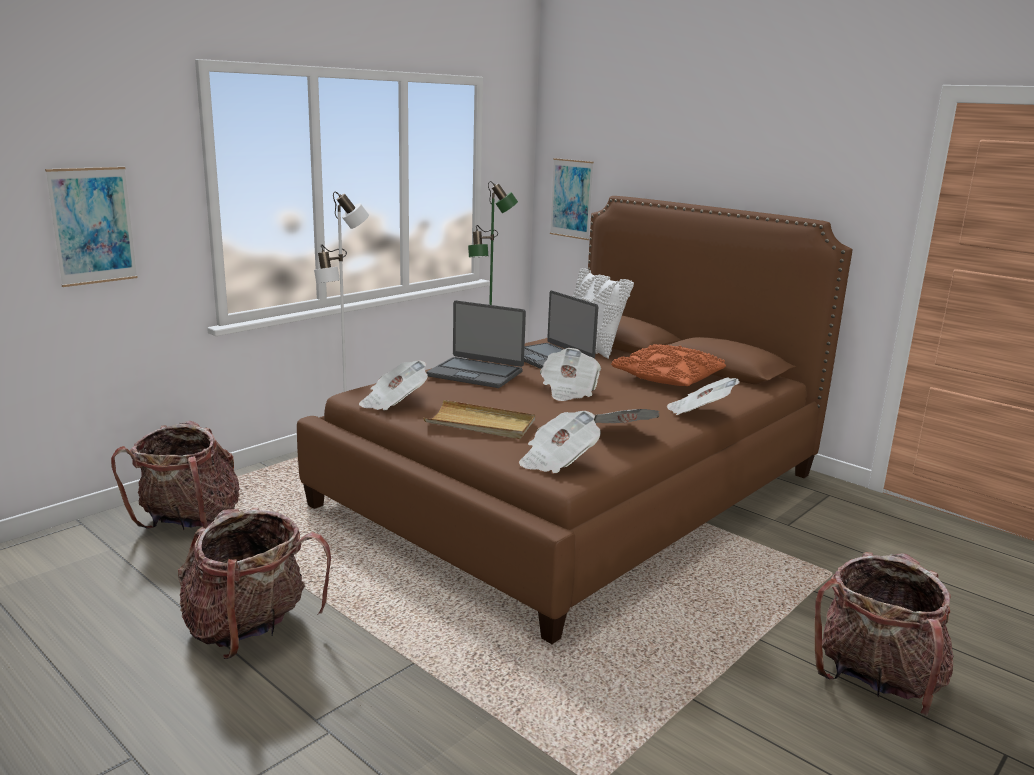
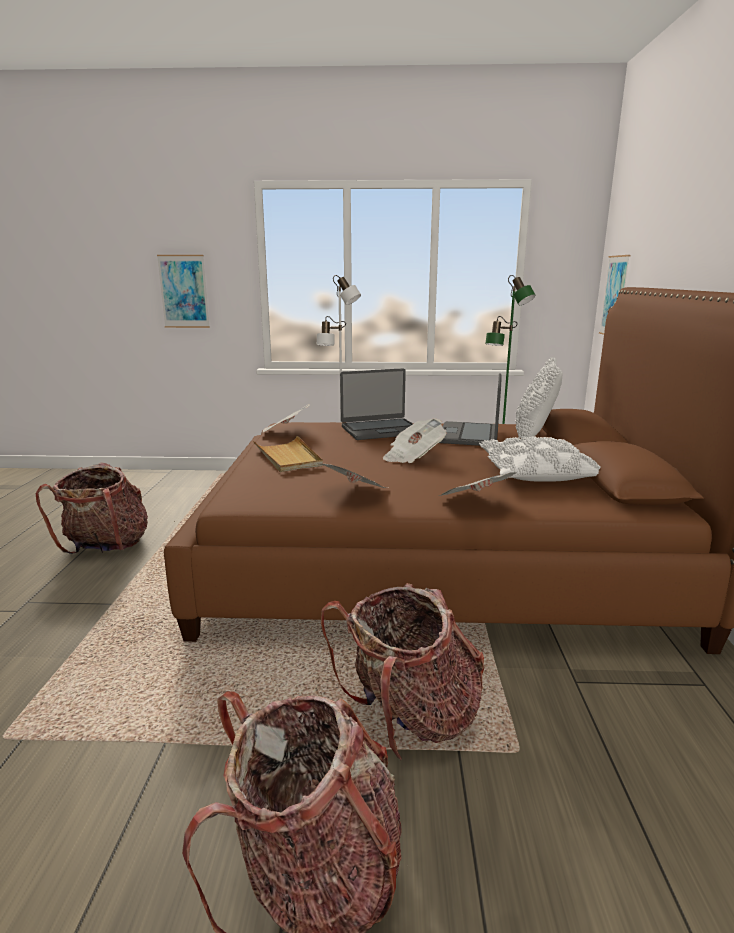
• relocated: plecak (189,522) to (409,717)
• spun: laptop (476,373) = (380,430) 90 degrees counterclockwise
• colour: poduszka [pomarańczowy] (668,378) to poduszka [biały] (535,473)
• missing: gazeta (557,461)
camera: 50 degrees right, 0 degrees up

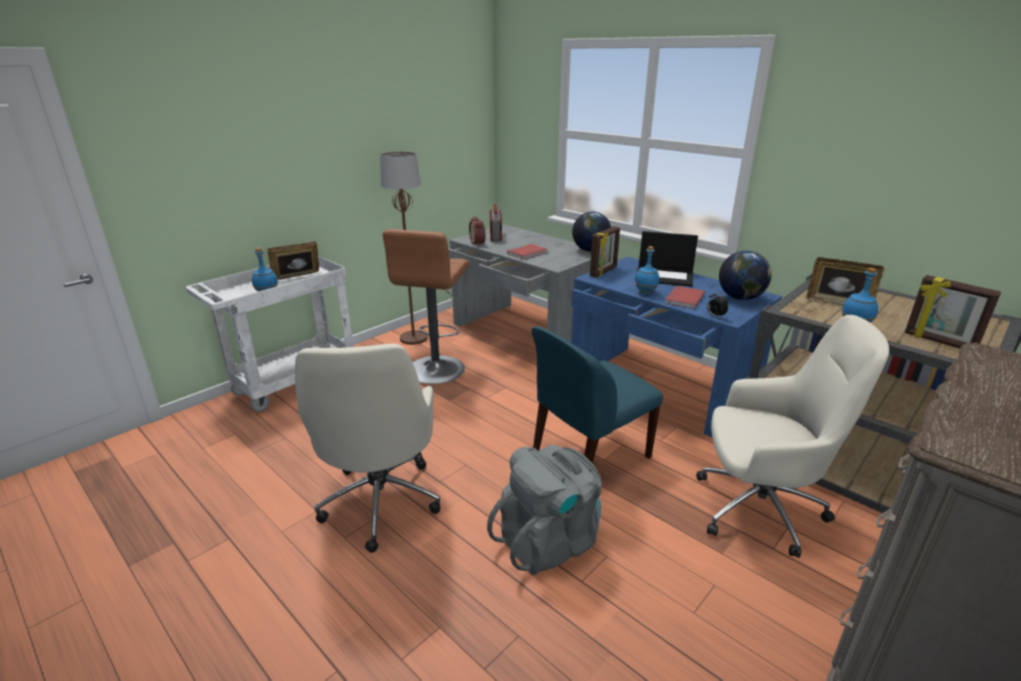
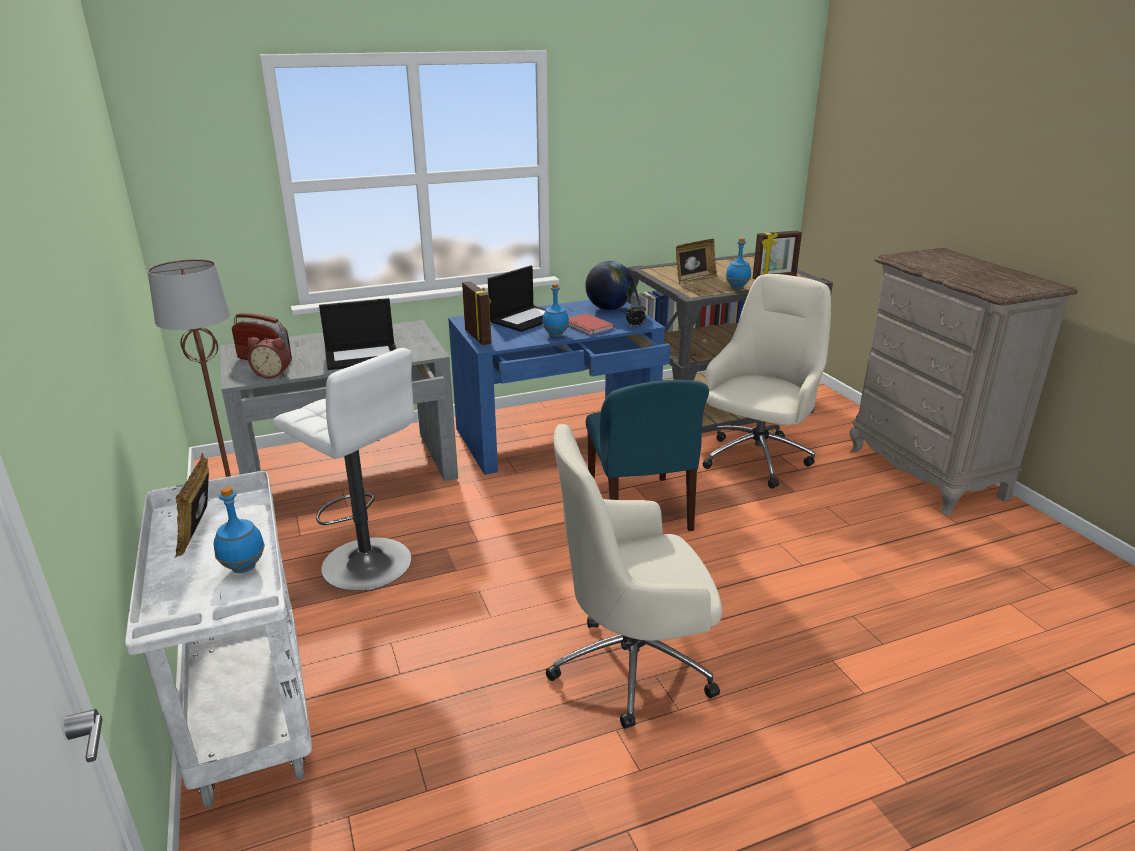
• colour: stołek [brązowy] (435,370) to stołek [biały] (366,564)
• exchanged: książka [czerwony] (528,253) to laptop (363,356)
• spun: krzesło biurowe [beżowy] (381,502) = (631,668) 150 degrees clockwise
• missing: plecak [szary] (549,541)
• missing: globus (590,250)
camera: 65 degrees left, 0 degrees up

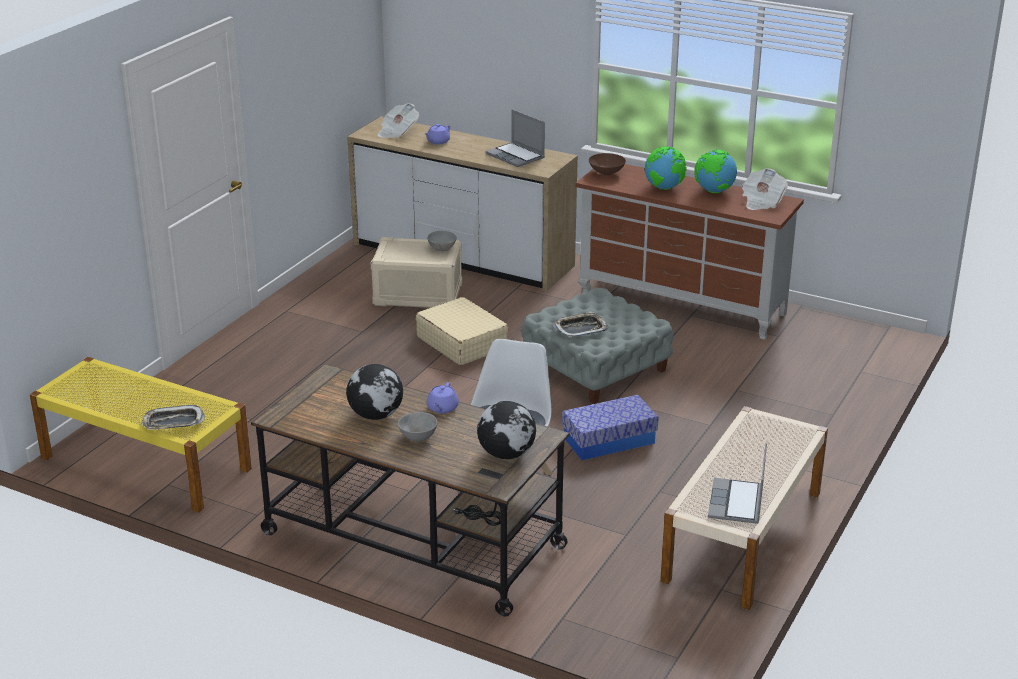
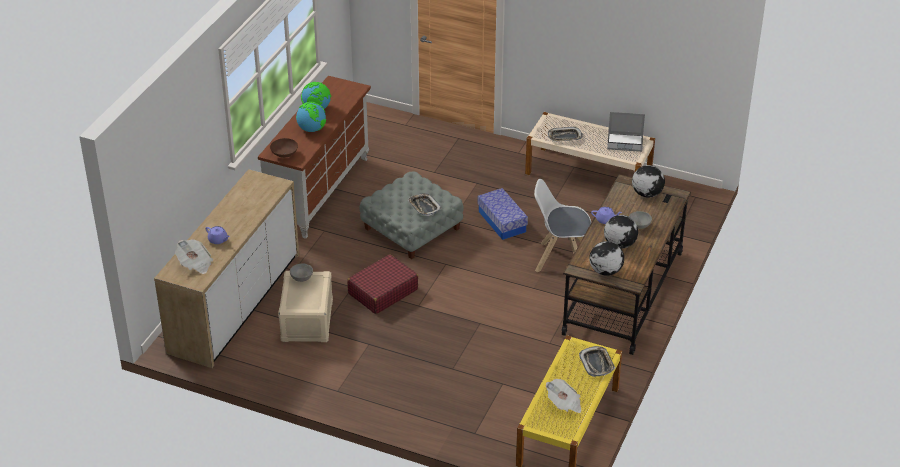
• colour: walizka [beżowy] (462,342) to walizka [czerwony] (382,291)
• relocated: gazeta (762,202) to (564,404)
• appeared: taca (564,137)
• appeared: globus (605,271)
• missing: laptop (516,156)
camera: 95 degrees left, 10 degrees up

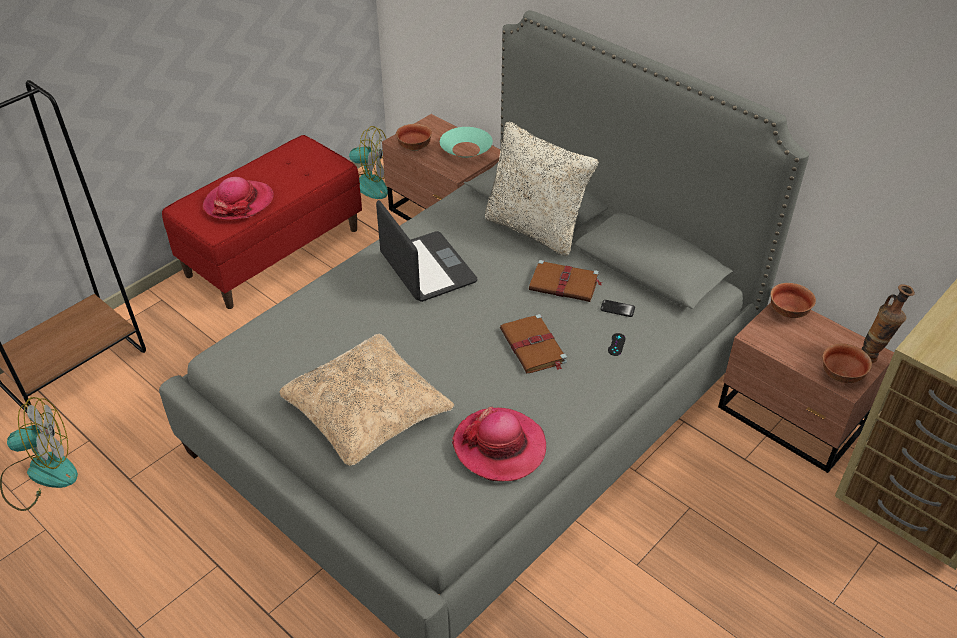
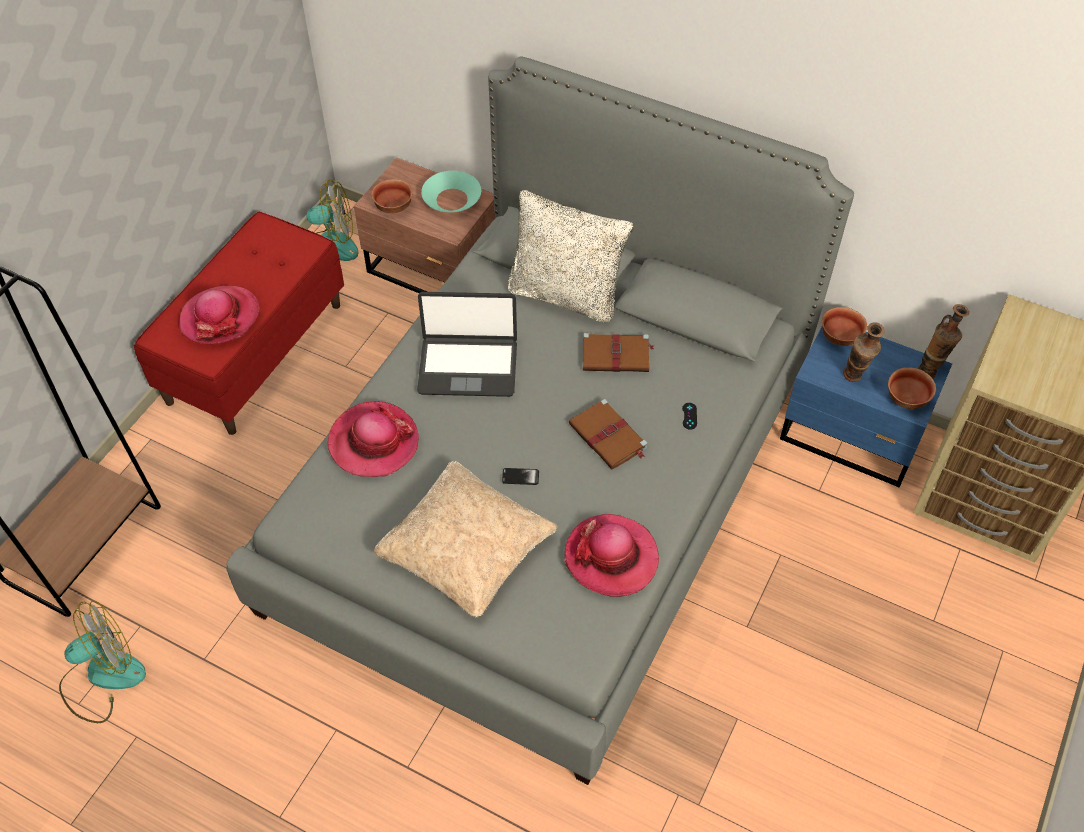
• appeared: kapelusz (373,442)
• spun: laptop (426,268) = (468,366) 135 degrees clockwise
• relocated: telefon (617,309) to (520,477)
• colour: szafka nocna [brązowy] (792,419) to szafka nocna [niebieski] (853,436)
• appeared: wazon (854,380)
camera: 15 degrees left, 10 degrees up

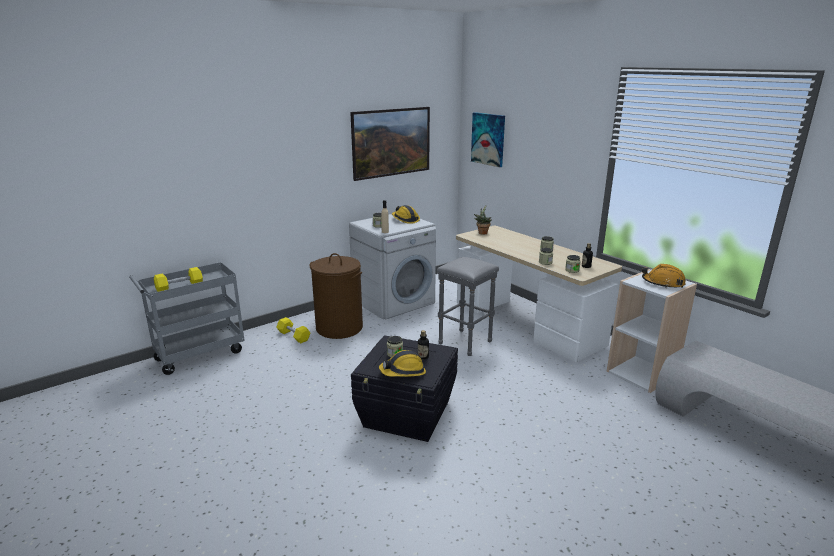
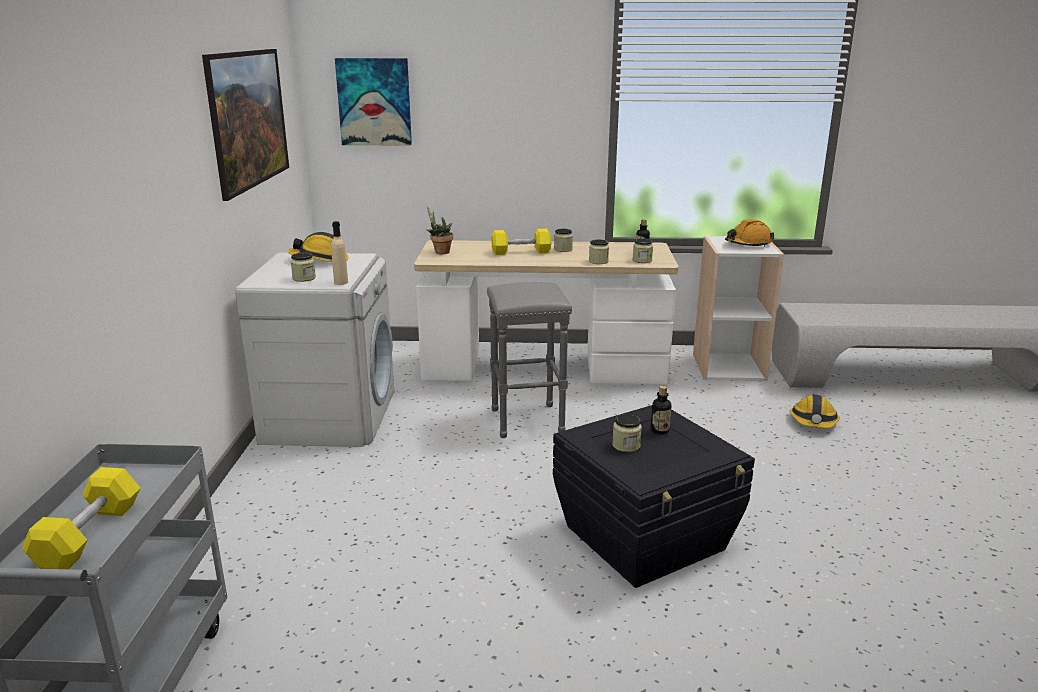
• relocated: hantel [żółty] (293,336) to (521,252)
• relocated: kask (403,372) to (813,422)
• missing: kosz na pranie [brązowy] (339,328)
camera: 50 degrees left, 0 degrees up

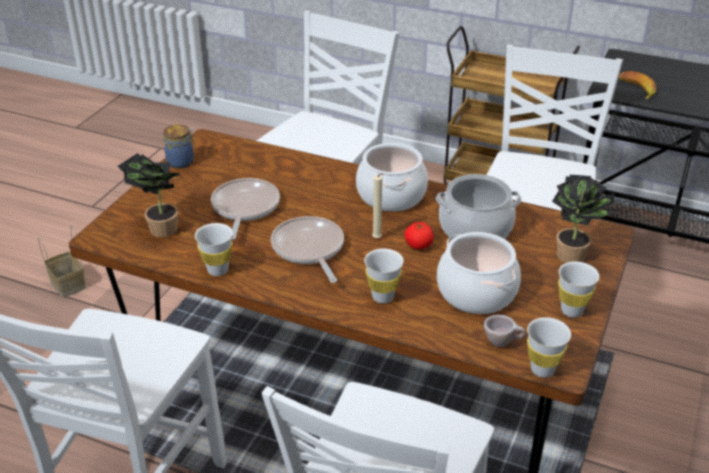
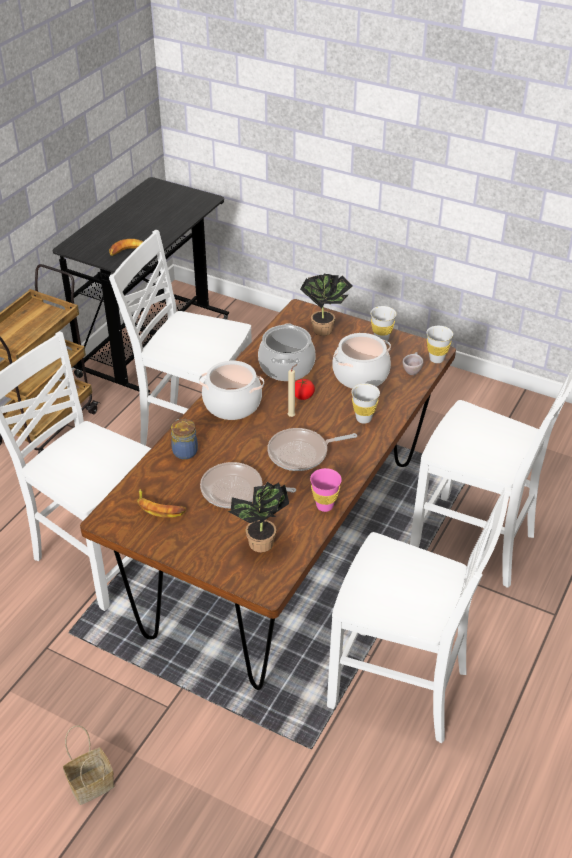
• appeared: banan (160,507)
• relocated: słoik (181,162) to (184,451)
• colour: filiżanka [biały] (217,270) to filiżanka [różowy] (324,506)
camera: 85 degrees left, 5 degrees up

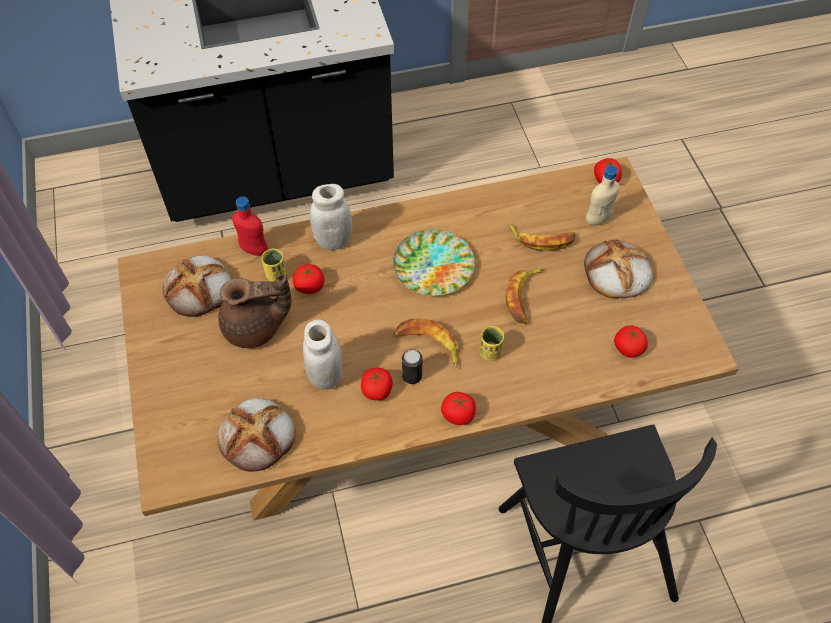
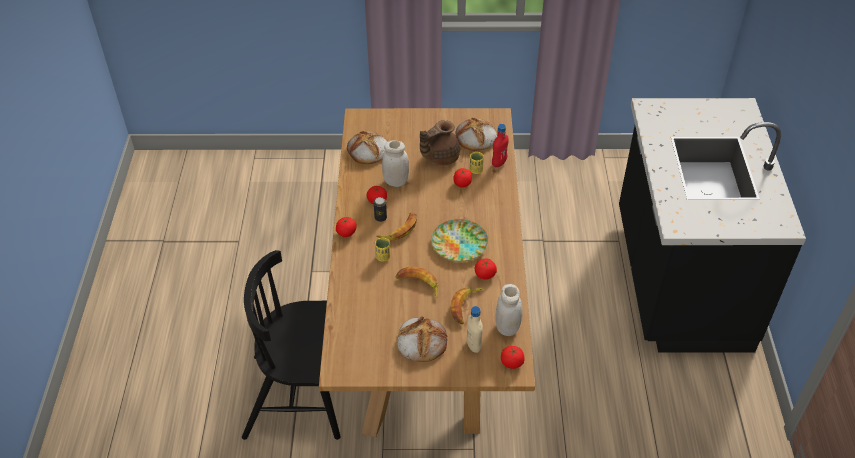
• spun: imbryk [brązowy] (255,328) = (439,157) 45 degrees clockwise
• relocated: pomidor (628,348) to (485,275)
• relocated: słoik [biały] (333,240) to (507,327)
camera: 105 degrees right, 10 degrees down

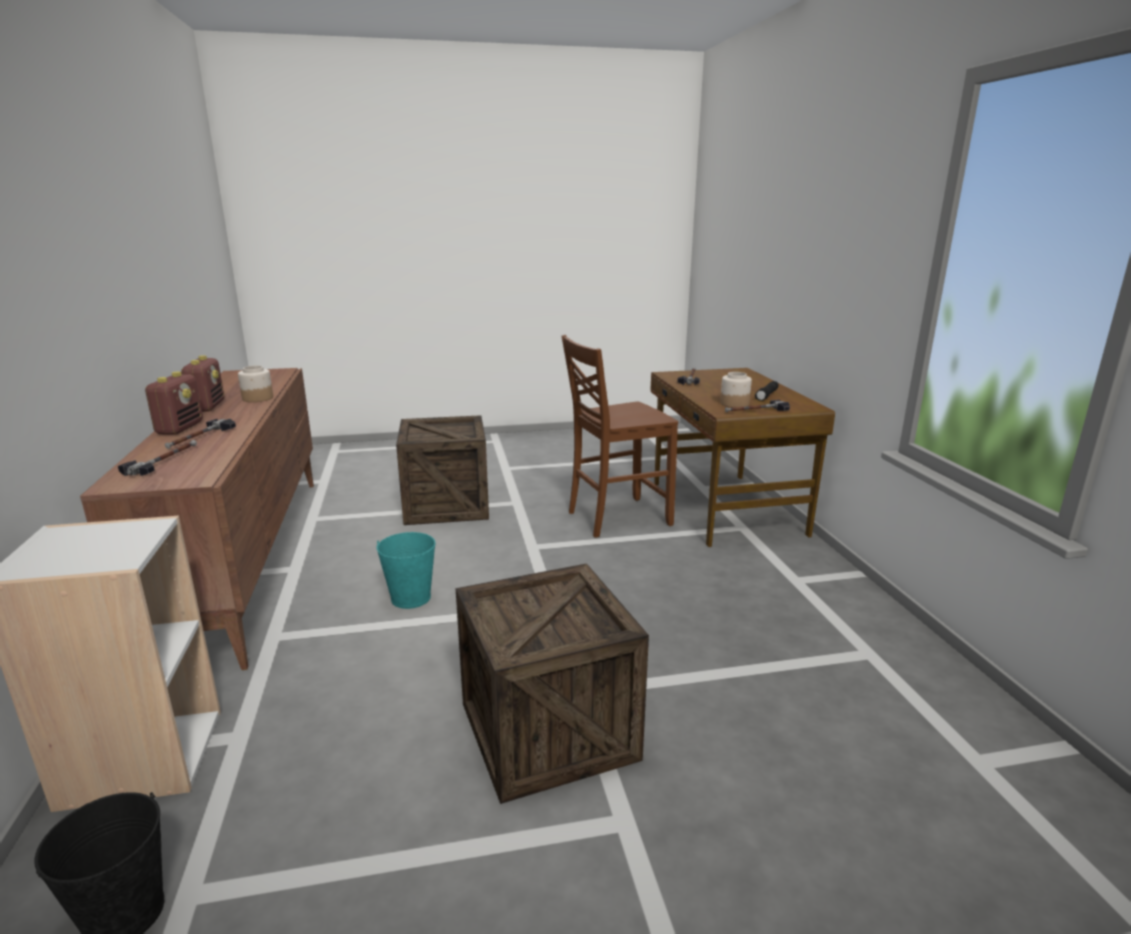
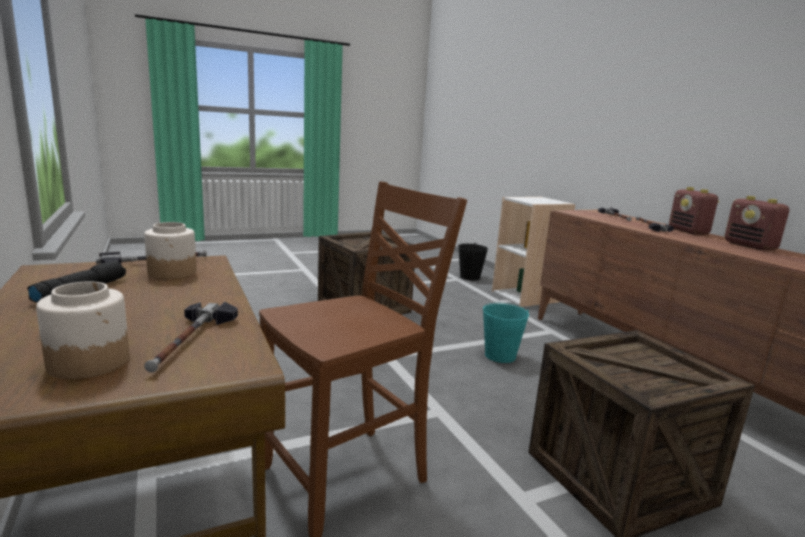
• relocated: słoik (257,398) to (89,362)
camera: 165 degrees right, 5 degrees down

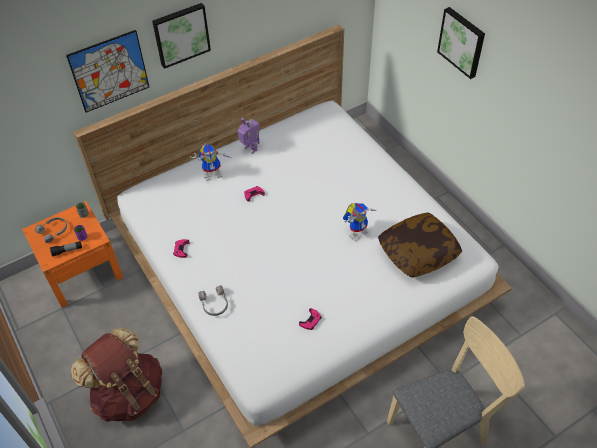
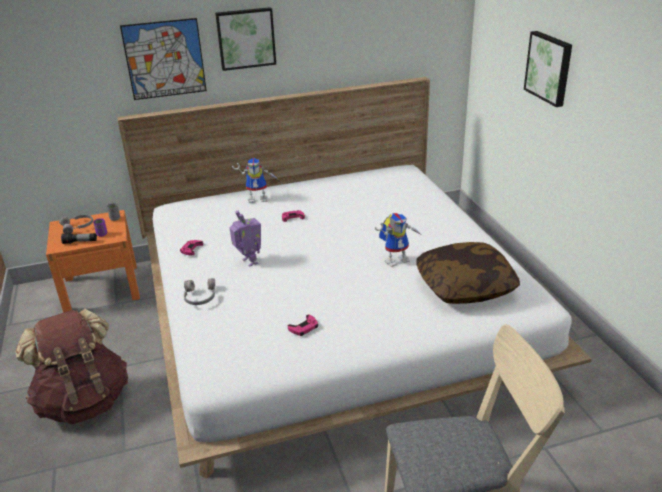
• relocated: robot zabawkowy (250,149) to (249,262)
camera: 15 degrees right, 20 degrees down

